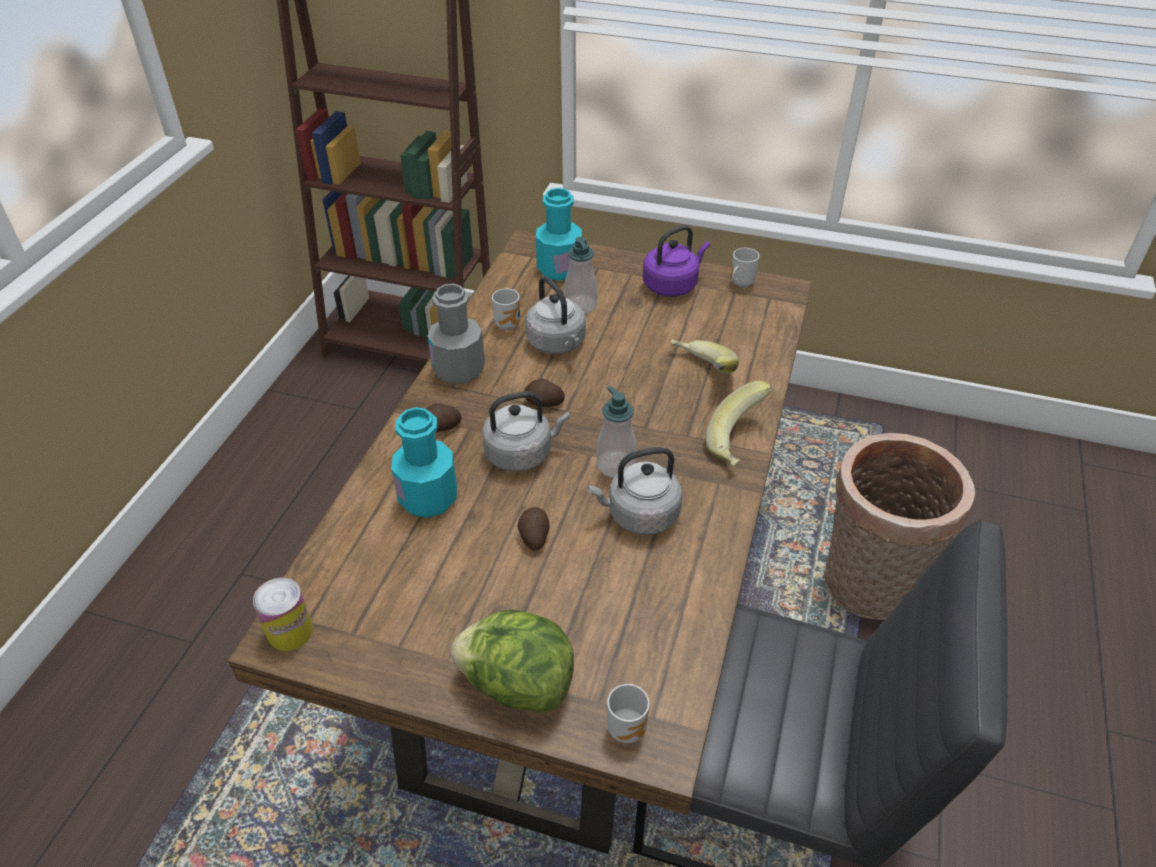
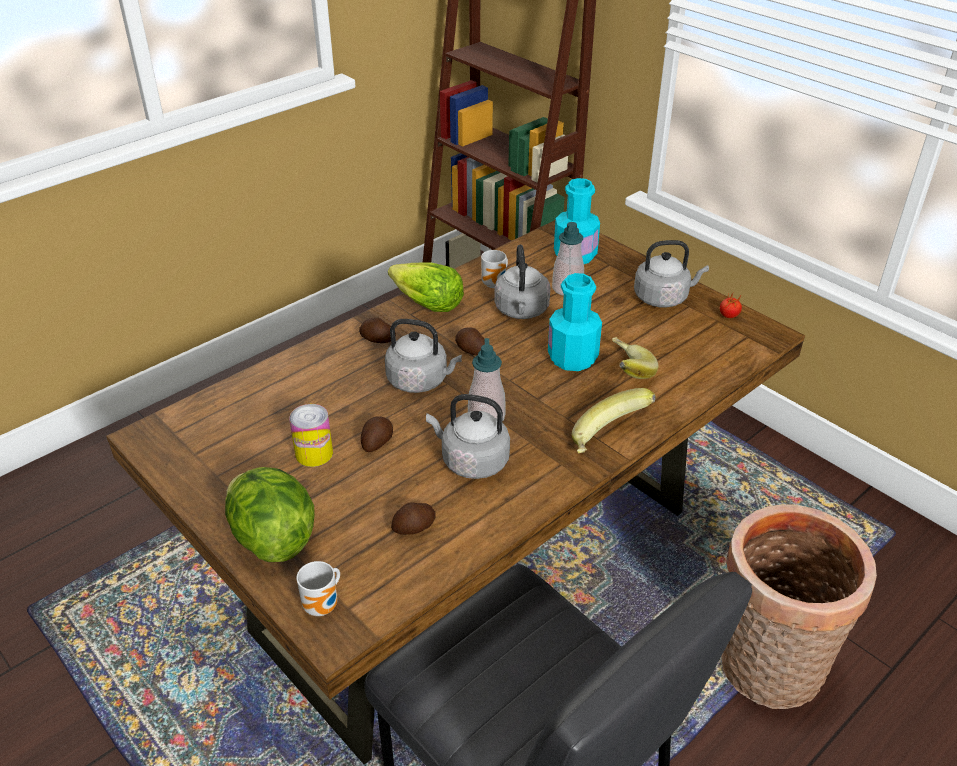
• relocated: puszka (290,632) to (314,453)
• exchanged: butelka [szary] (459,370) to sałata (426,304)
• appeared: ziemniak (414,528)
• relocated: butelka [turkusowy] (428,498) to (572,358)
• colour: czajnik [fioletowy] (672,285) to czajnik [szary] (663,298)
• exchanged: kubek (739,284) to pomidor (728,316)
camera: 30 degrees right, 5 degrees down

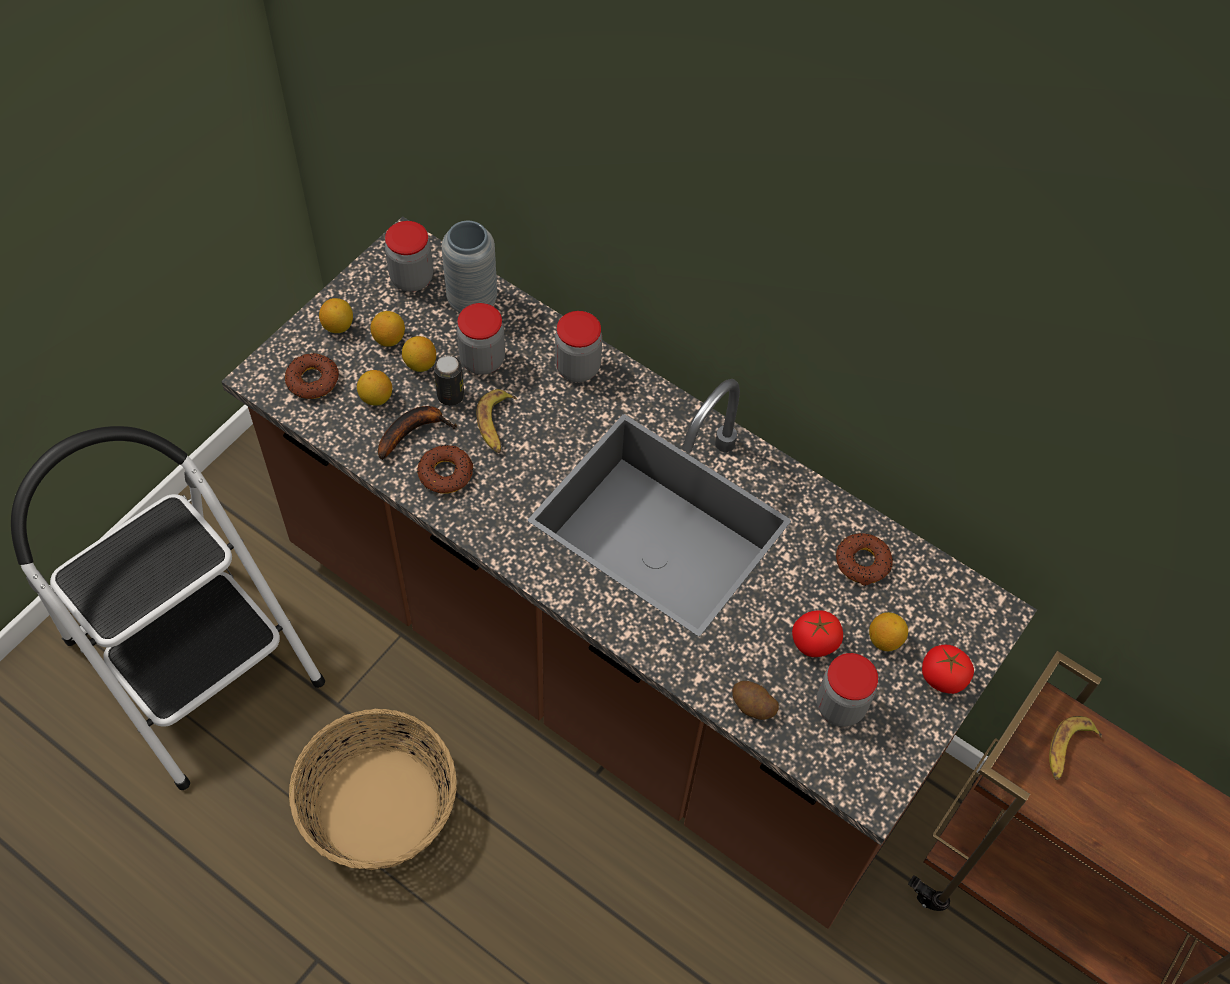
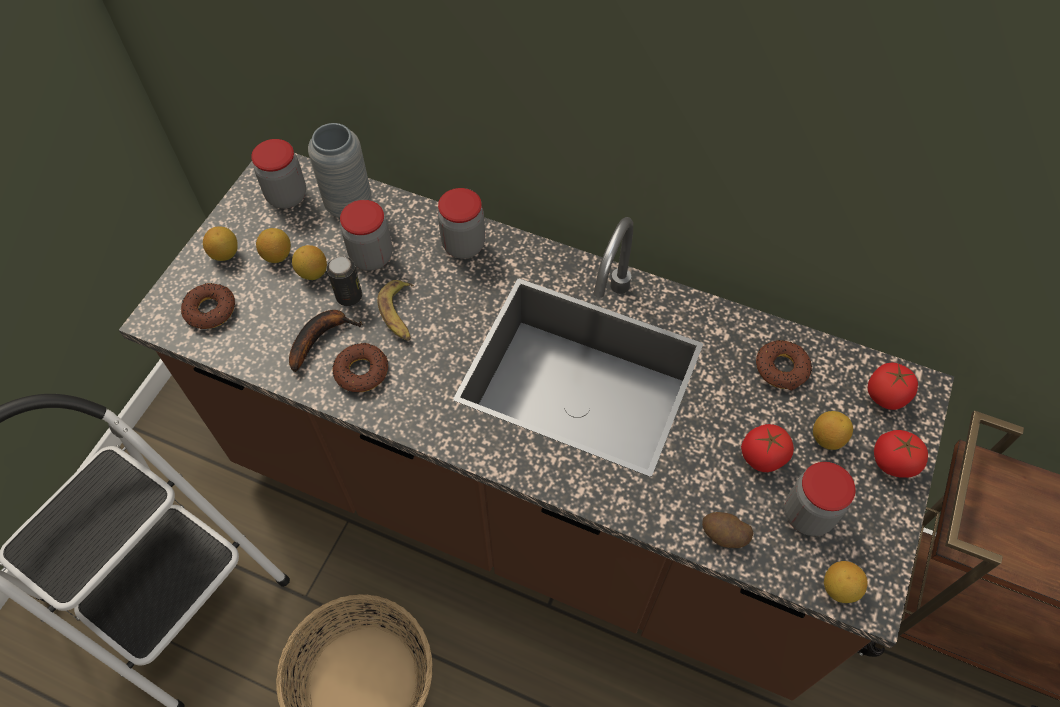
• relocated: cytryna (376,398) to (839,588)
• appeared: pomidor (885,395)
• missing: banan (1068,750)
camera: 10 degrees left, 0 degrees up

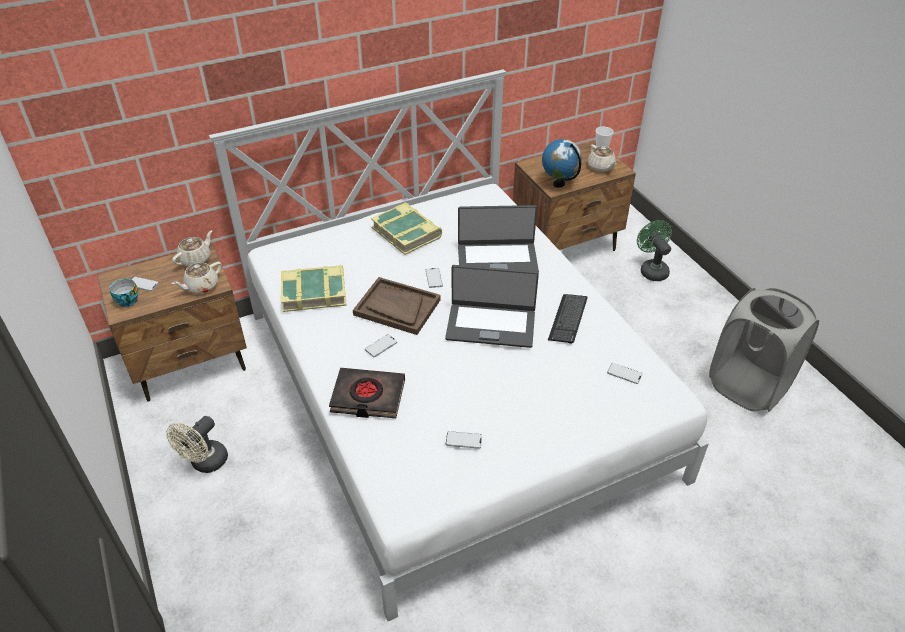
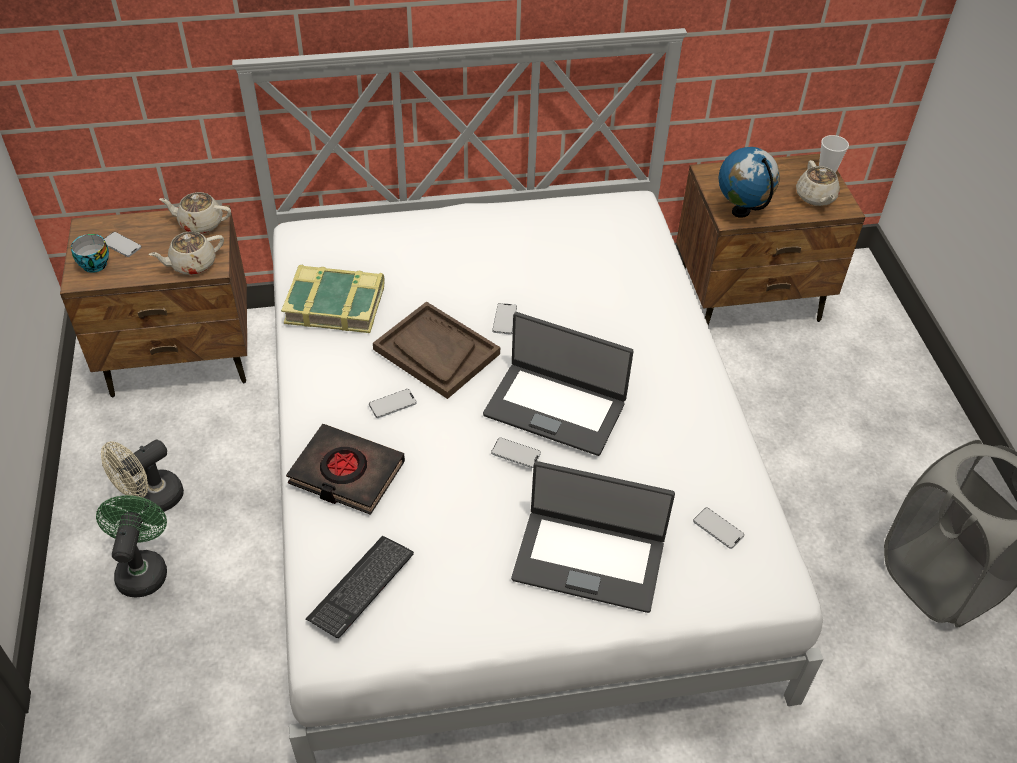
• relocated: wentylator [zielony] (651,269) to (143,568)
• spun: imbryk [beżowy] (196,259) = (200,223) 135 degrees counterclockwise
• relocated: klawiatura (568,319) to (361,587)
• relocated: telefon (463,440) to (515,453)
• relocated: laptop (497,258) to (589,559)
• missing: książka (407,232)
camera: 15 degrees right, 5 degrees up

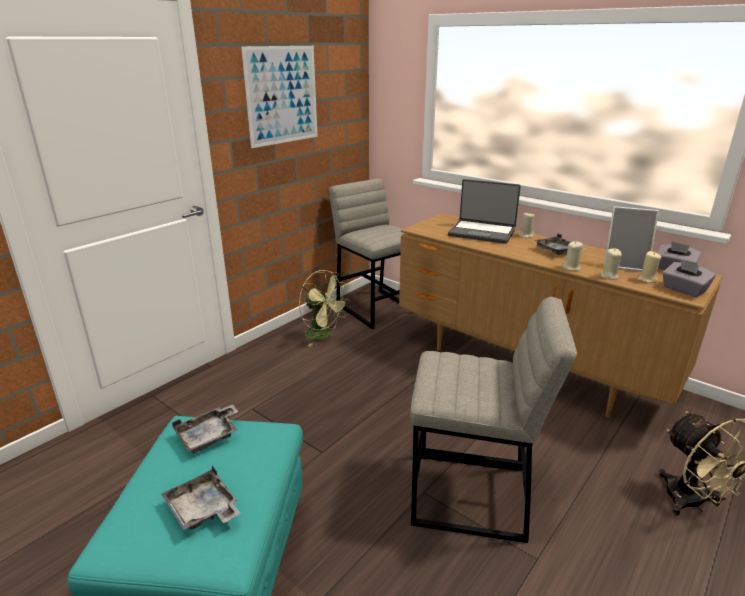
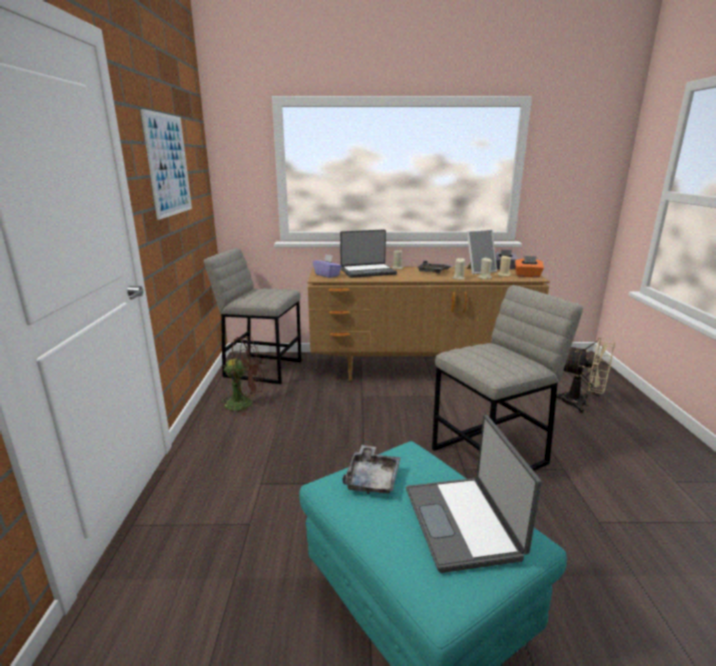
• colour: wentylator [zielony] (323,336) to wentylator [brązowy] (245,404)
• appeared: pudełko chusteczek [fioletowy] (327,275)
• exchanged: taca [szary] (203,510) to laptop (464,523)
• colour: pudełko chusteczek [szary] (683,290) to pudełko chusteczek [pomarańczowy] (527,276)
camera: 40 degrees left, 5 degrees down

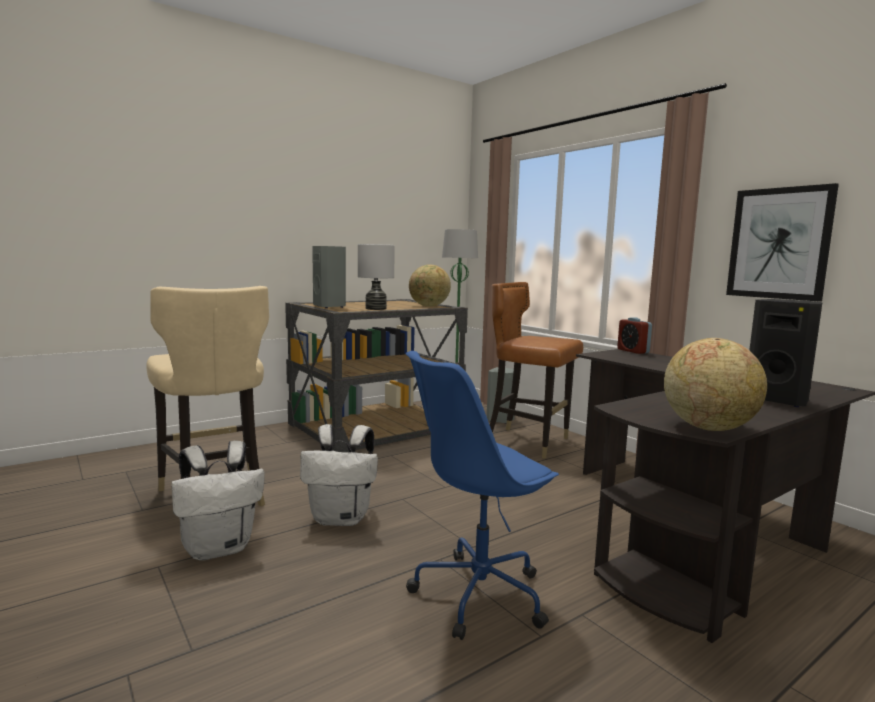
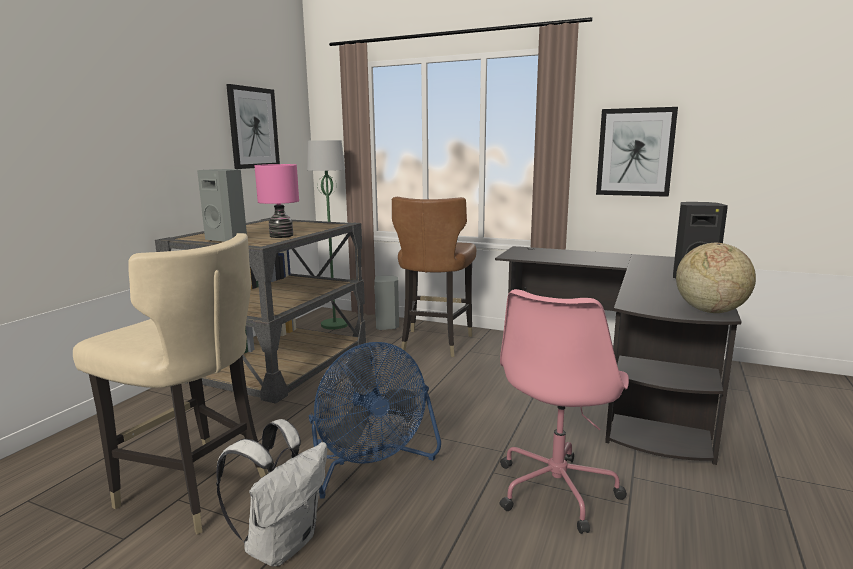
• appeared: obraz (253,128)
• colour: lampa stołowa [szary] (375,309) to lampa stołowa [różowy] (281,236)
• exchanged: plecak [biały] (342,518) to wentylator [niebieski] (365,466)
• spun: krzesło [brązowy] (528,442) = (434,342) 75 degrees counterclockwise
• colour: krzesło biurowe [niebieski] (476,596) to krzesło biurowe [różowy] (555,493)
• missing: globus (429,306)
• missing: budzik (633,351)
camera: 30 degrees left, 5 degrees up

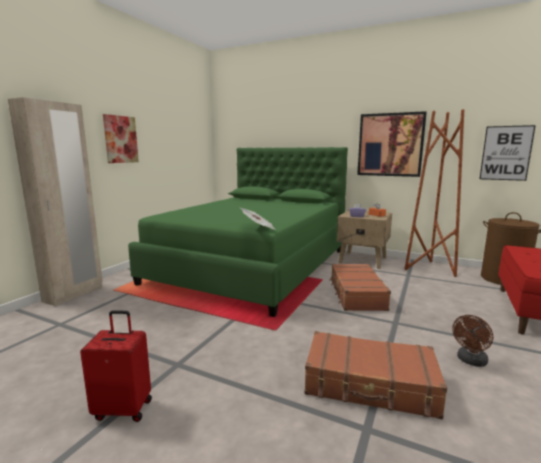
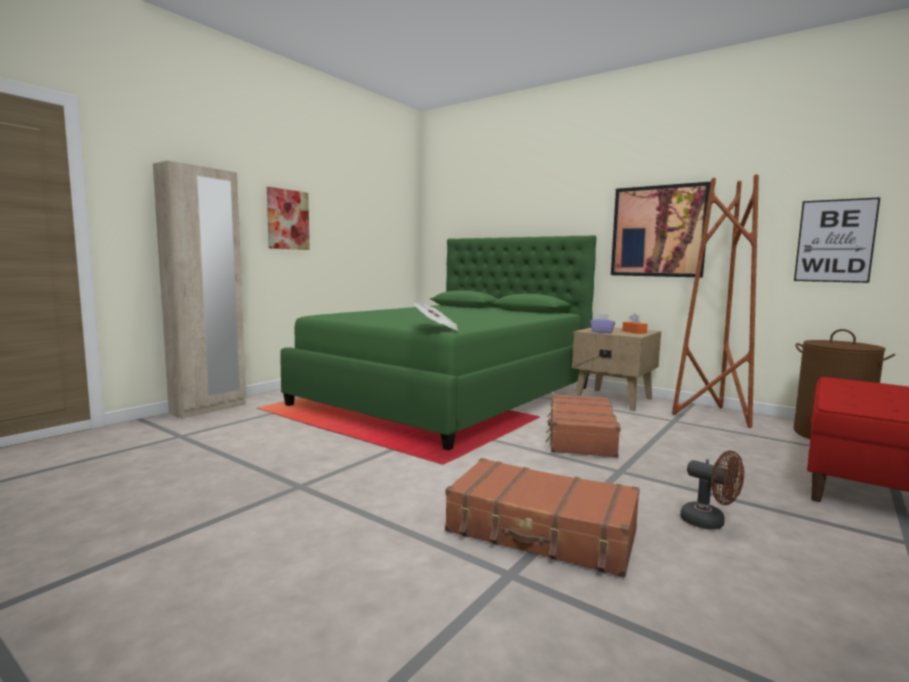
• spun: wentylator [brązowy] (470,361) = (709,523) 105 degrees counterclockwise
• missing: walizka [czerwony] (124,408)
camera: 10 degrees right, 5 degrees down

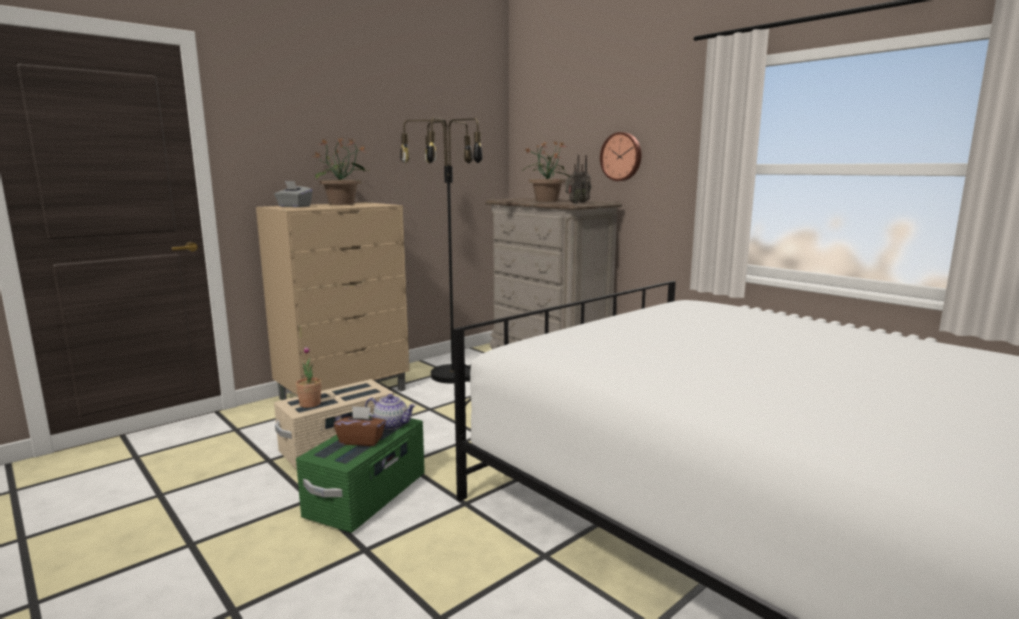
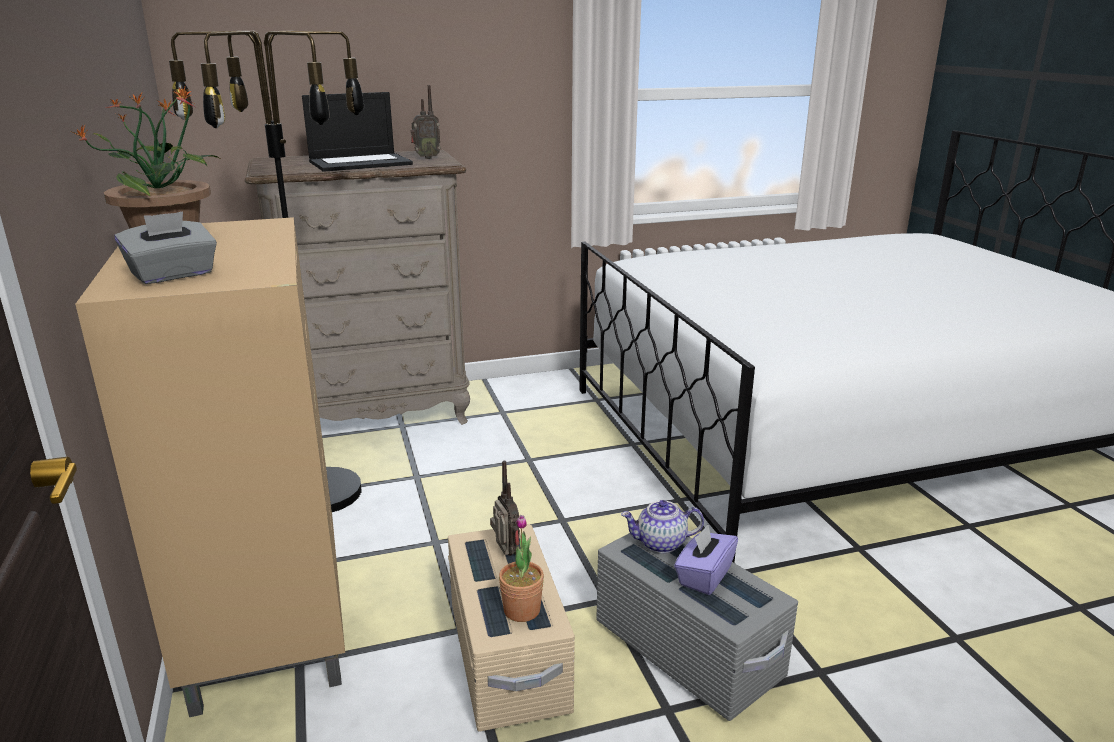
• exchanged: roślina doniczkowa (546,201) to laptop (361,163)
• relocated: radio (572,203) to (505,554)
• colour: pojemnik do przechowywania [zielony] (367,496) to pojemnik do przechowywania [szary] (687,650)
• spun: imbryk (391,425) = (660,543) 135 degrees counterclockwise
• colour: pudełko chusteczek [brązowy] (361,440) to pudełko chusteczek [fioletowy] (704,576)
• missing: zegar ścienny (622,156)
camera: 65 degrees left, 10 degrees up

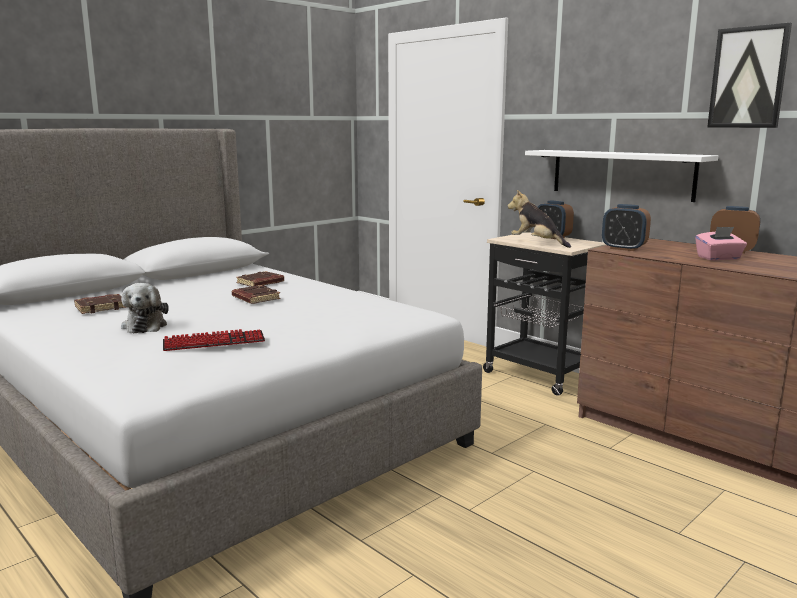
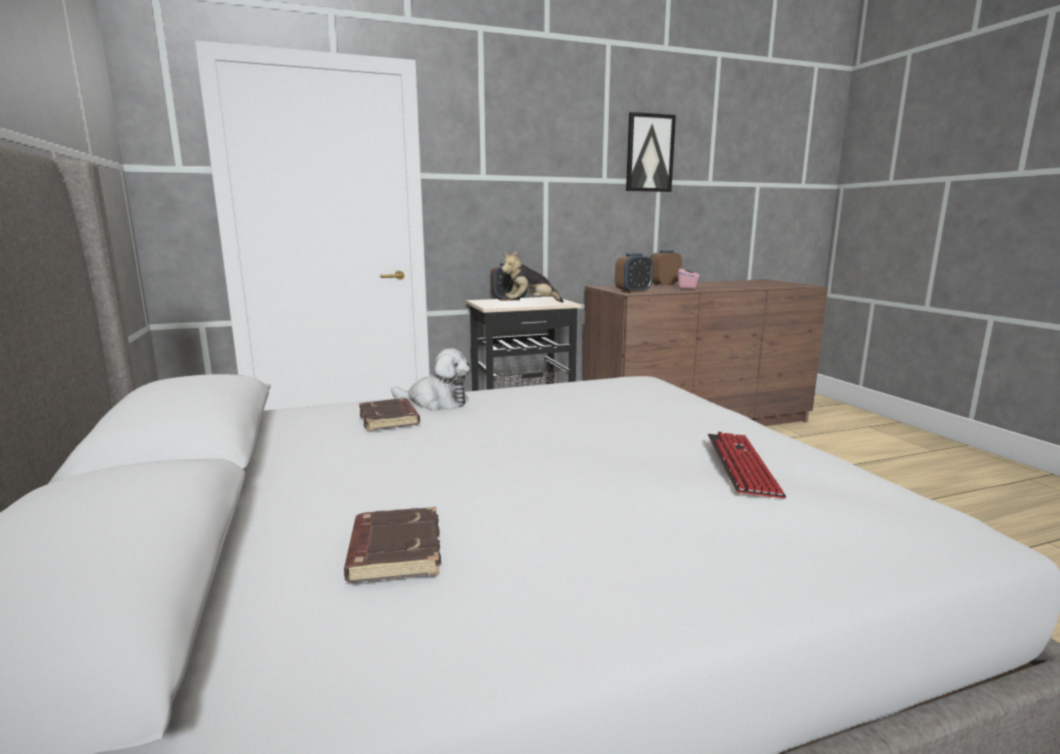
• relocated: pluszak (145,325) to (436,402)
• missing: książka [brązowy] (255,298)
• missing: półka [biały] (621,174)
camera: 65 degrees left, 0 degrees up

